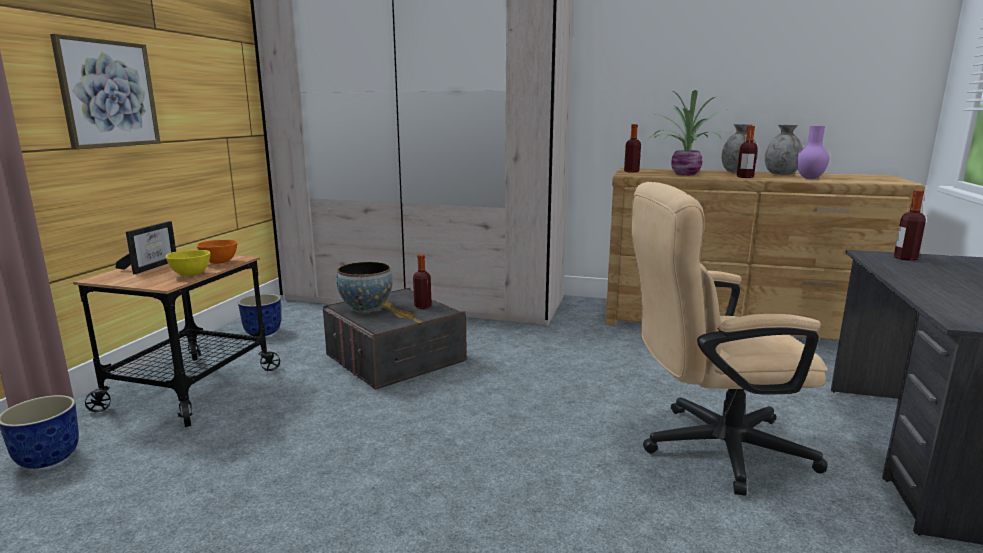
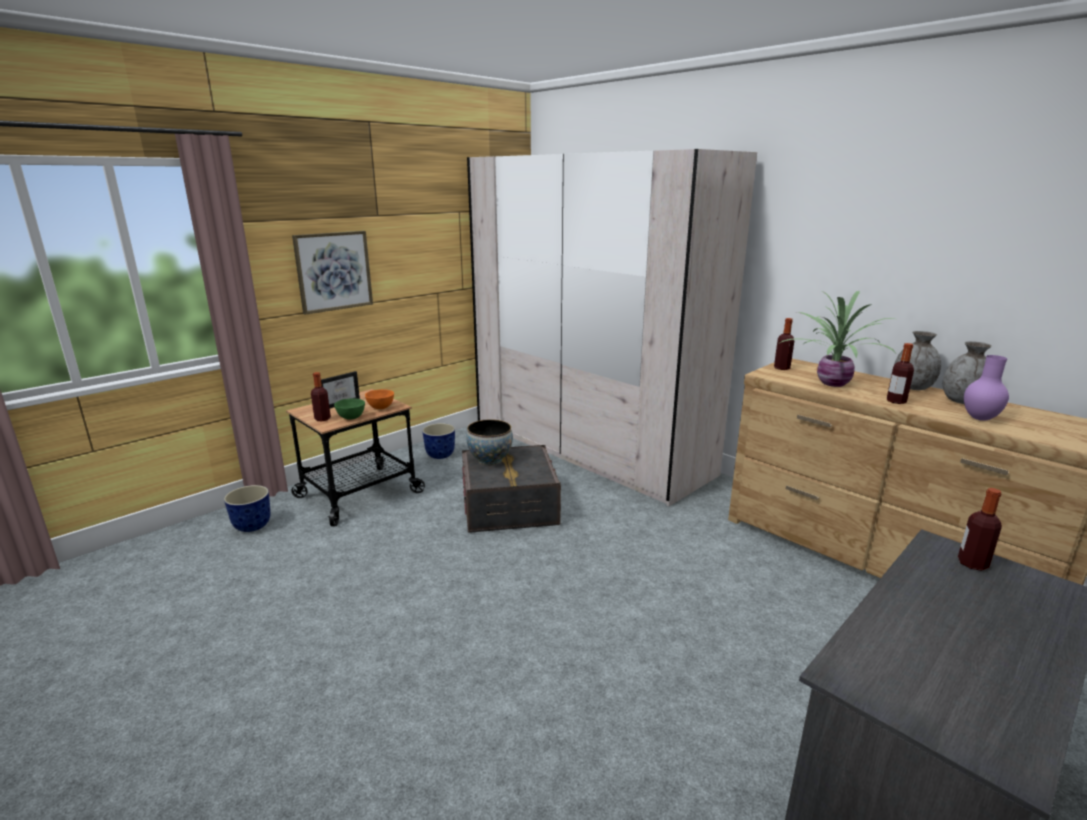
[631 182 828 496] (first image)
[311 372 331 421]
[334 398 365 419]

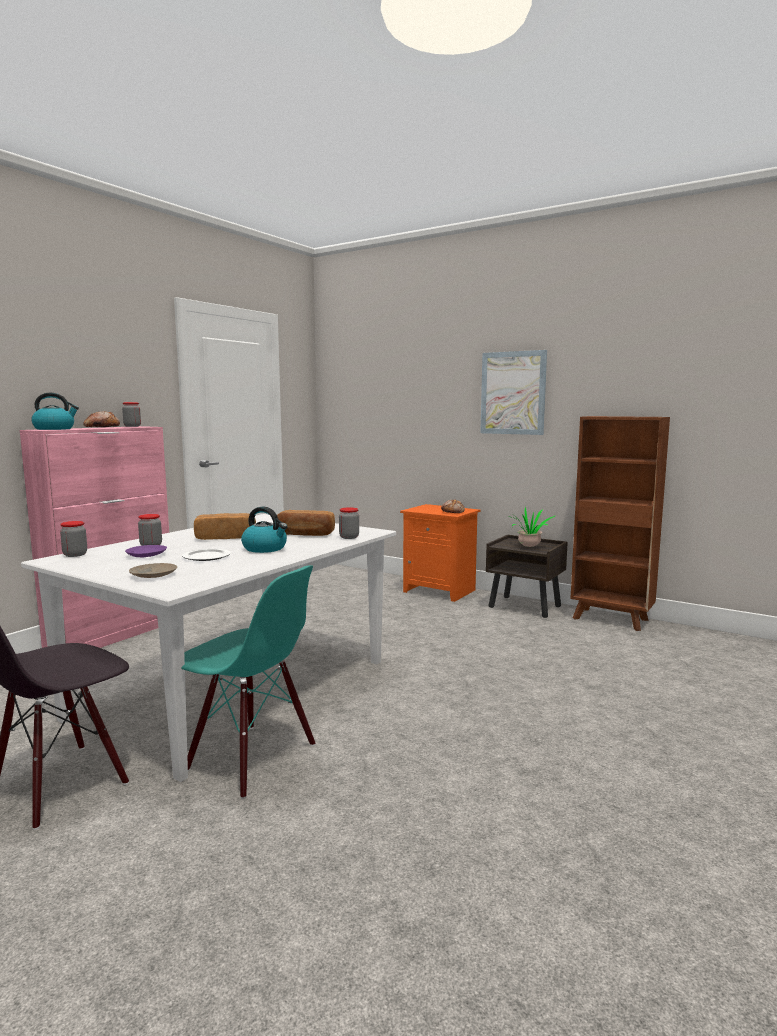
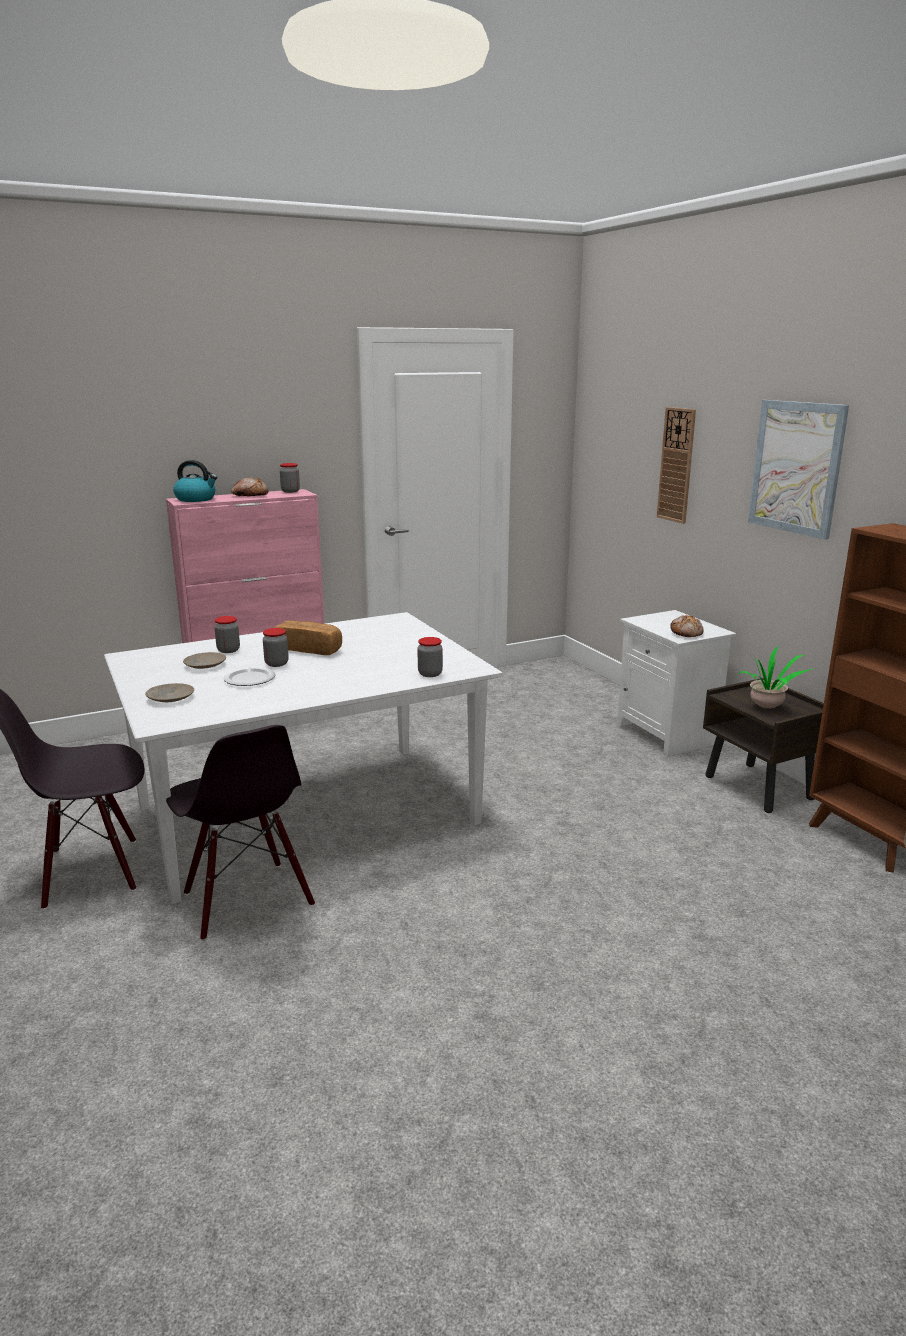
[241 507 288 553] (first image)
[277 510 335 536] (first image)
[657 407 696 524]
[263 628 289 667]
[183 652 226 669]
[166 725 315 941]
[617 610 737 756]

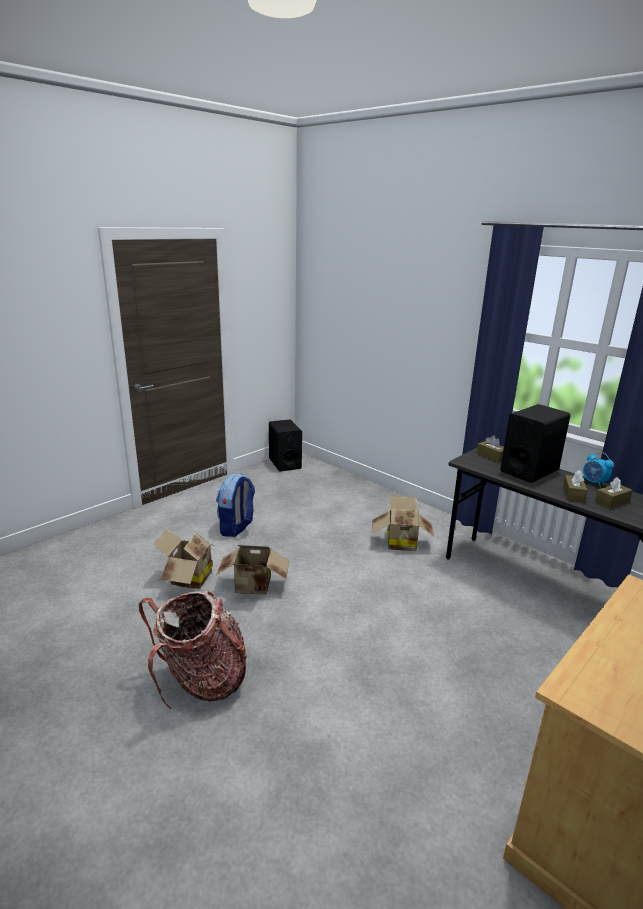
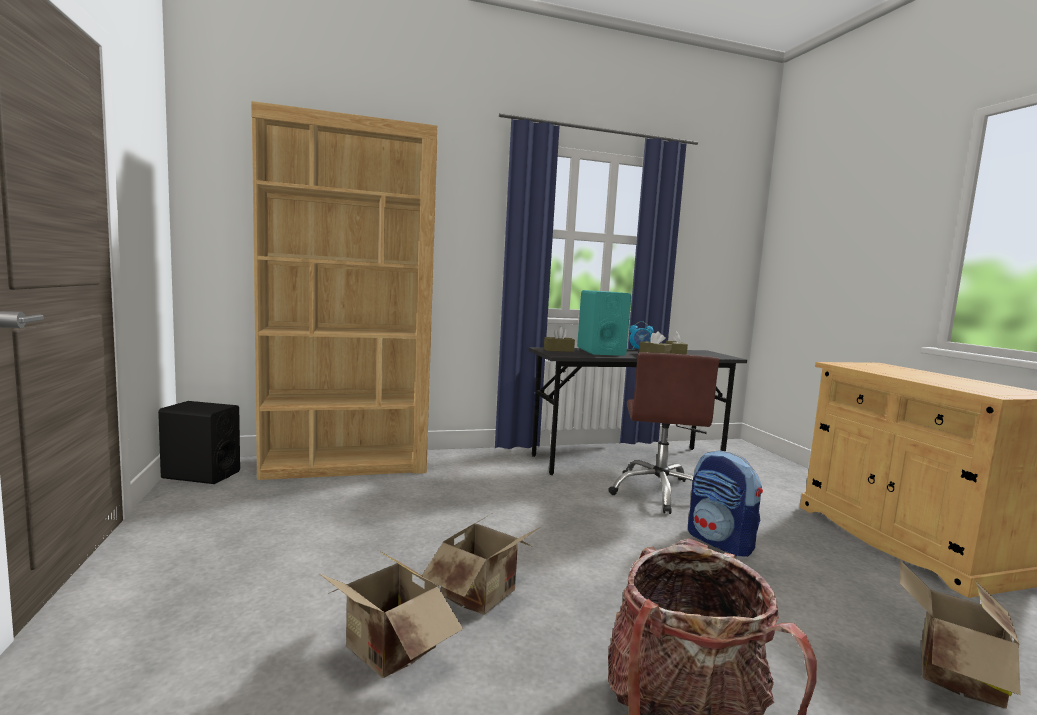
[251 101 437 480]
[608 352 719 514]
[688 450 763 557]
[900 560 1021 709]
[577 290 631 356]

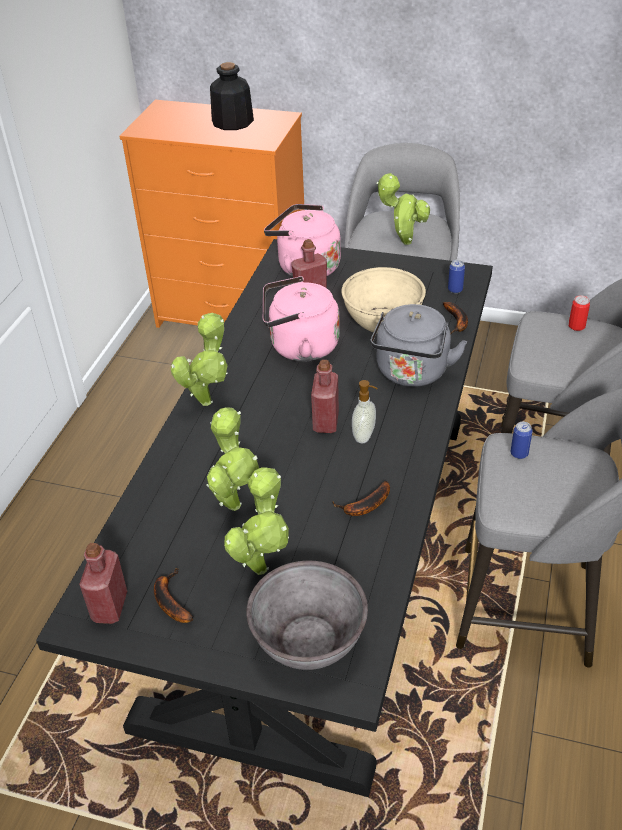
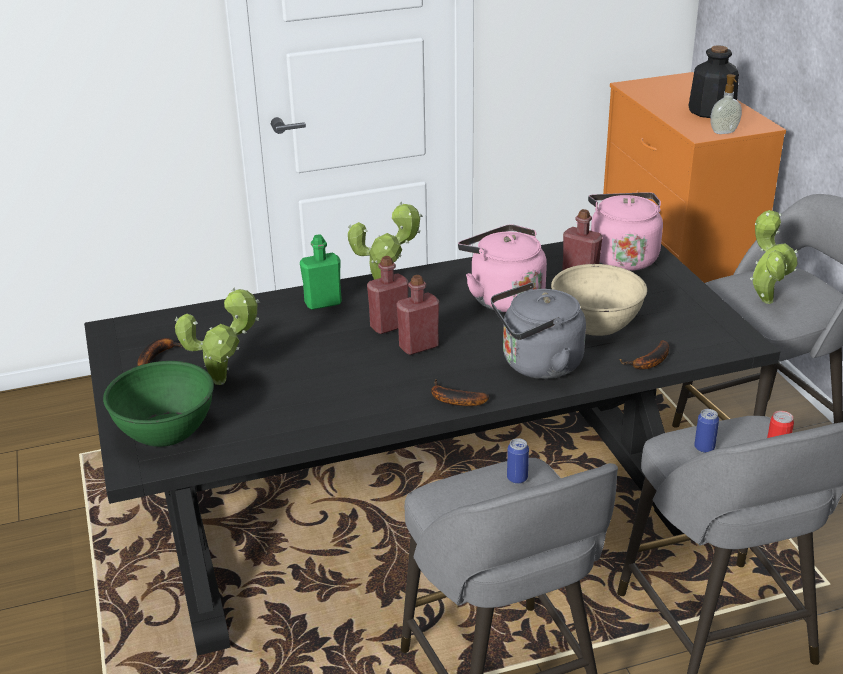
[207 408 259 511] (first image)
[300 235 342 310]
[367 256 409 334]
[431 379 489 406]
[710 74 742 134]
[694 409 719 453]
[103 361 214 447]

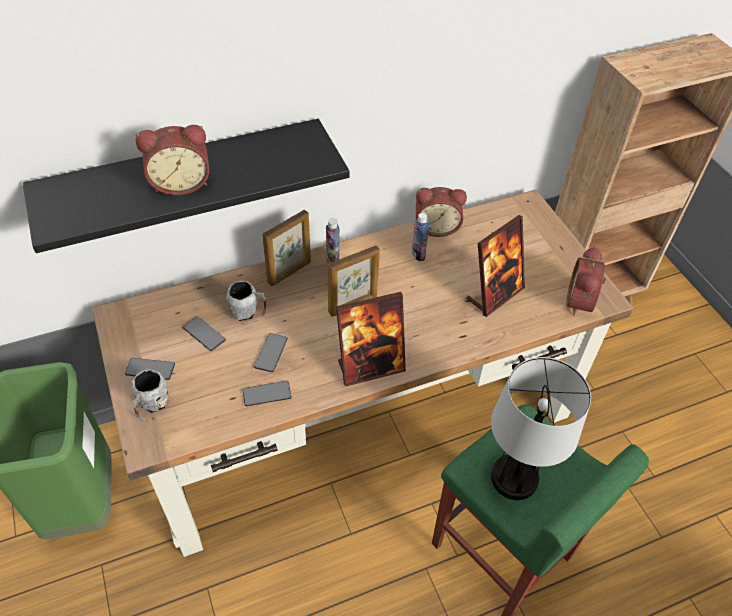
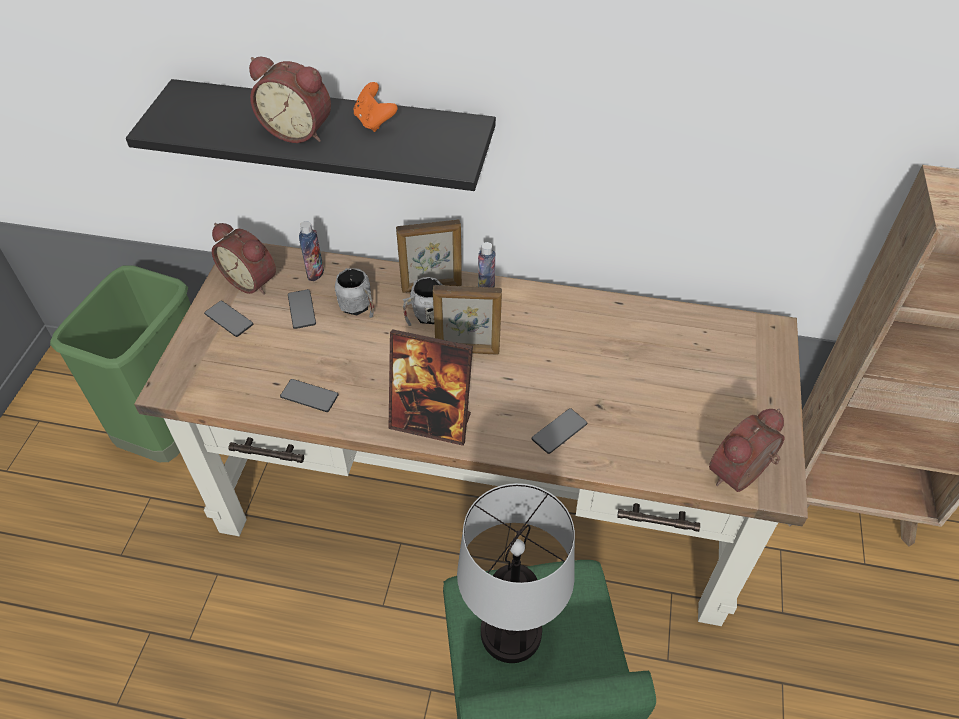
[466 215 525 317] (first image)
[354 82 398 132]
[403 277 442 326]
[532 408 587 454]
[299 221 324 281]
[212 223 276 295]

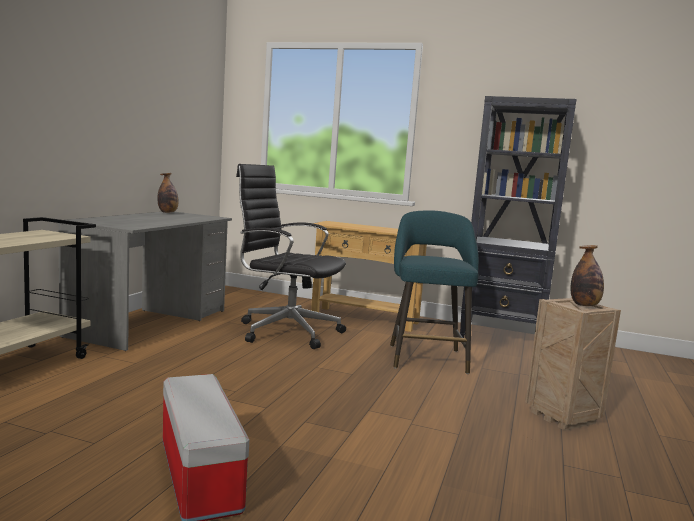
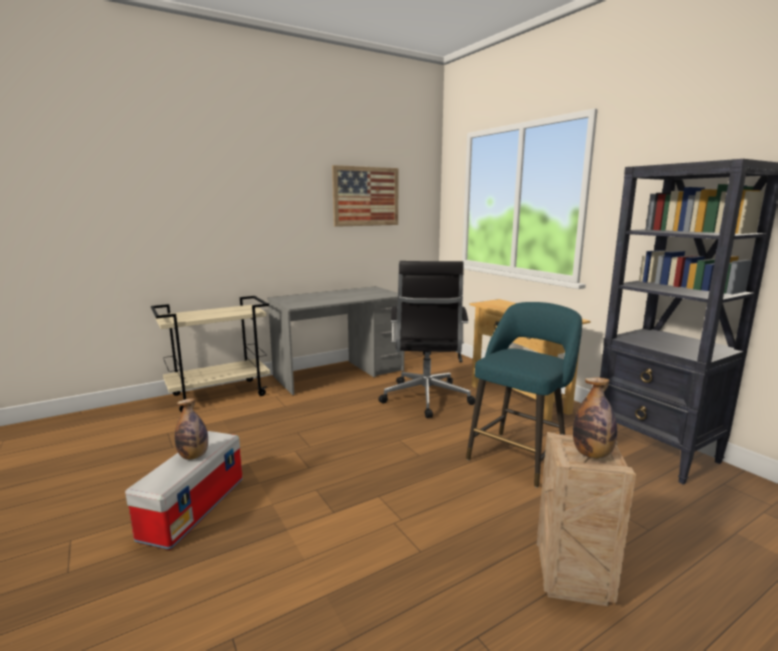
[332 165 399 227]
[175 398 208 460]
[378 261 475 418]

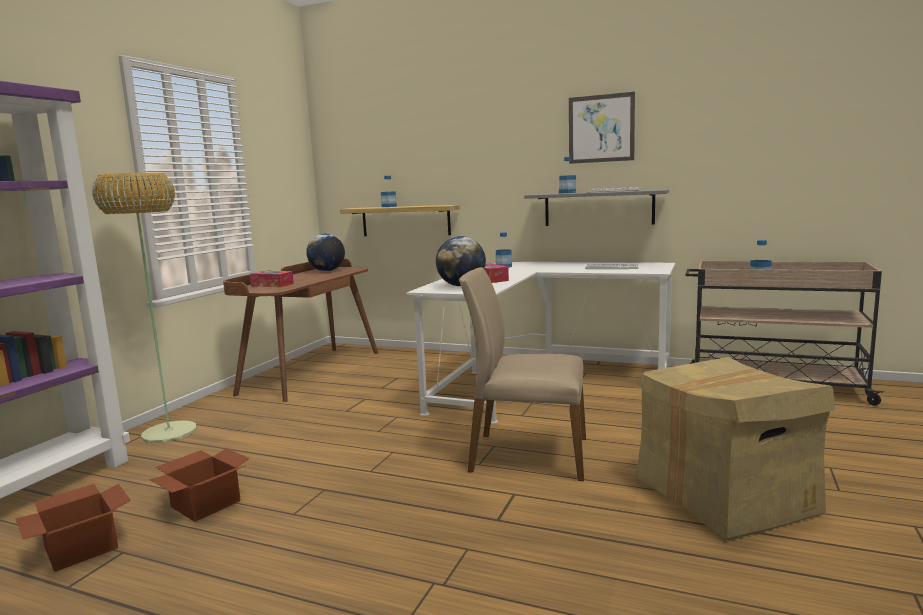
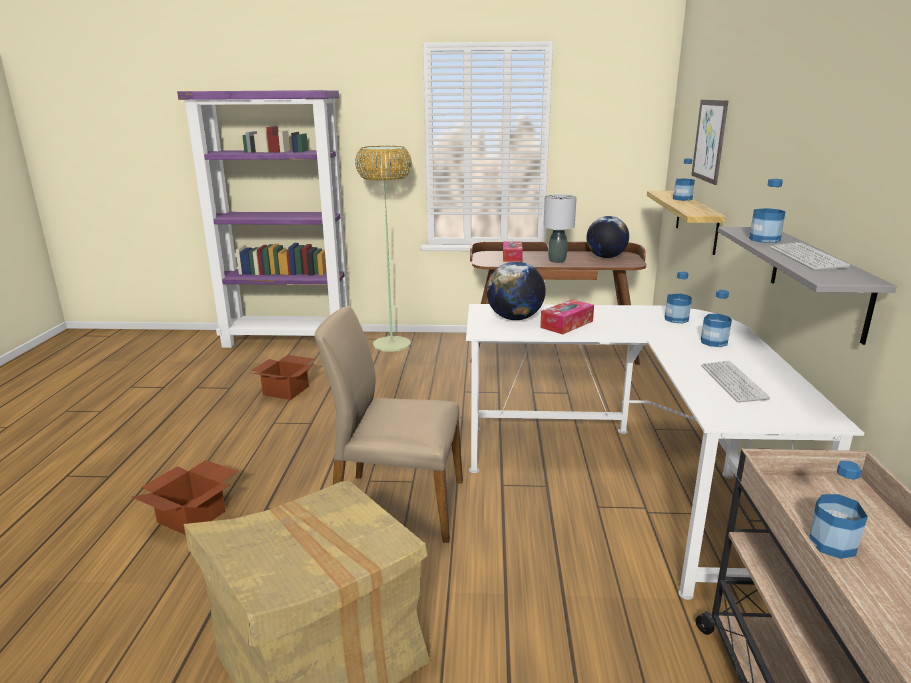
[543 195 577 263]
[701 290 732 347]
[132 460 237 535]
[691 100 728 185]
[315 306 463 543]

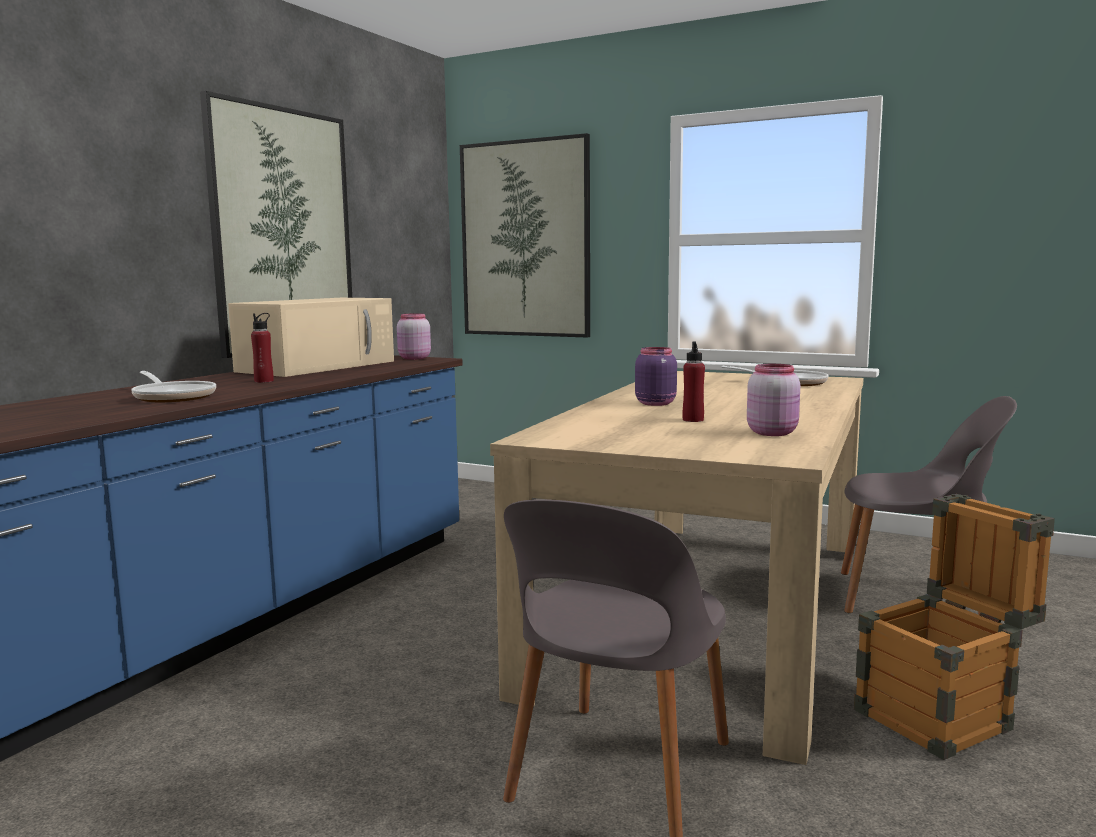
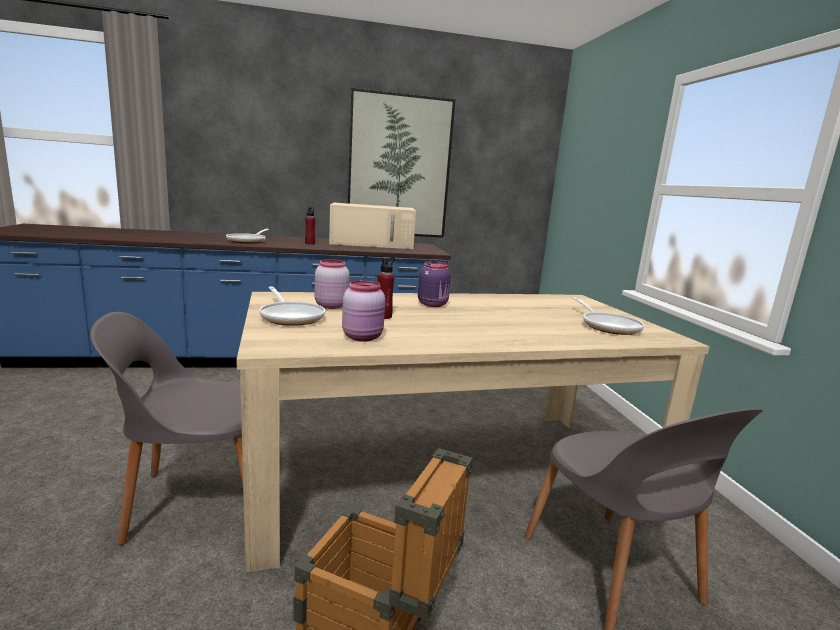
[460 133 590 338] (first image)
[259 286 326 326]
[314 259 350 309]

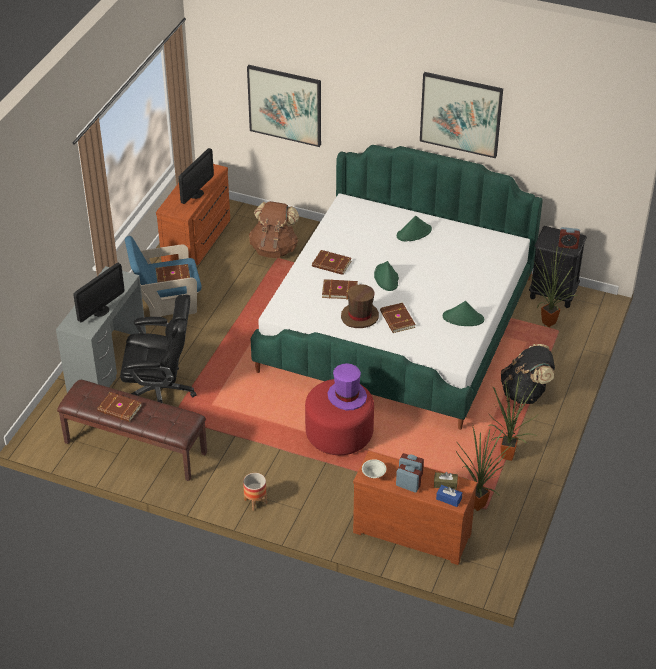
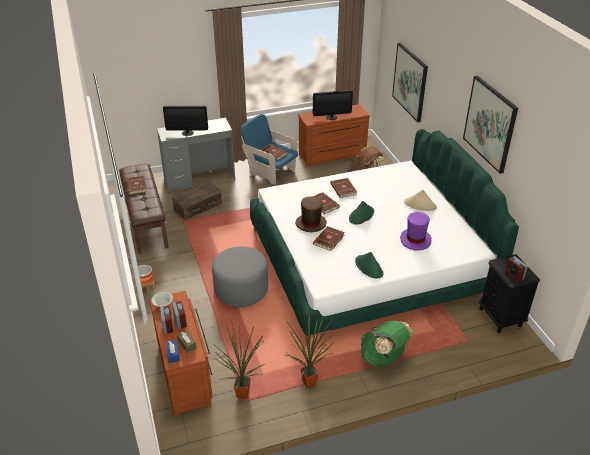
[528 246 578 327] (first image)
[400 212 432 251]
[172 182 222 220]
[212 246 268 307]
[404 190 437 211]
[361 321 415 367]

